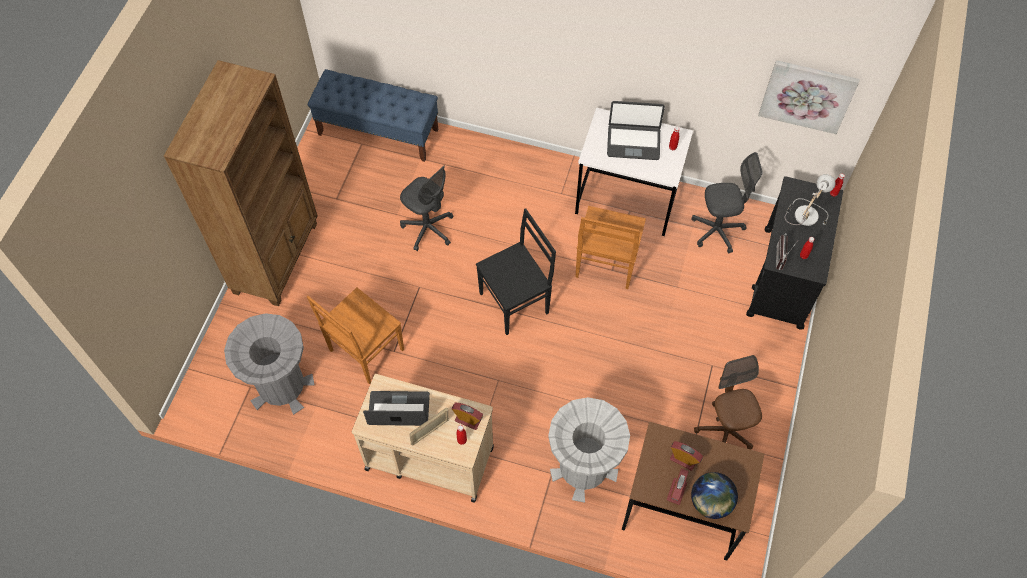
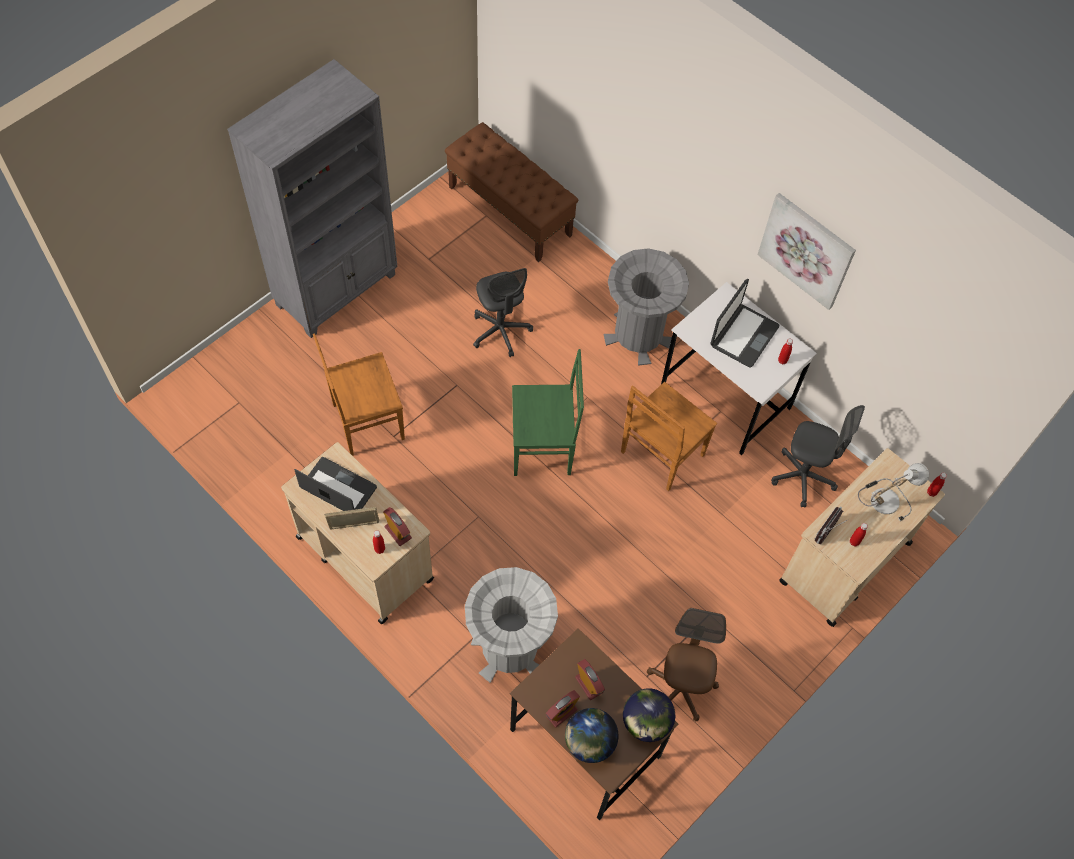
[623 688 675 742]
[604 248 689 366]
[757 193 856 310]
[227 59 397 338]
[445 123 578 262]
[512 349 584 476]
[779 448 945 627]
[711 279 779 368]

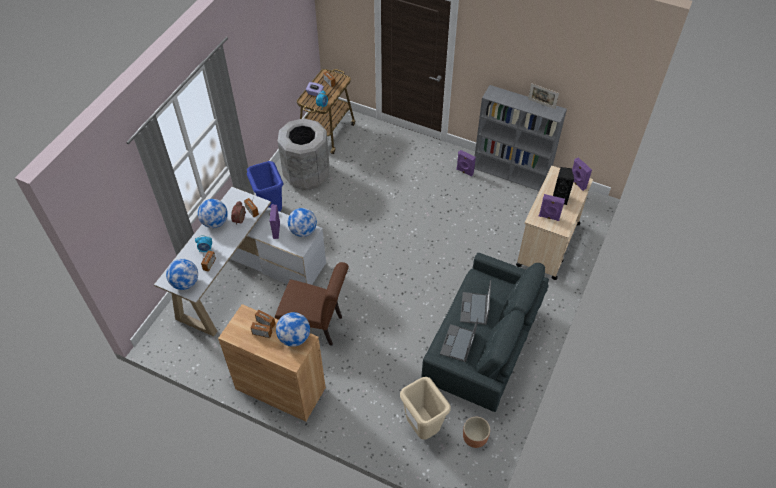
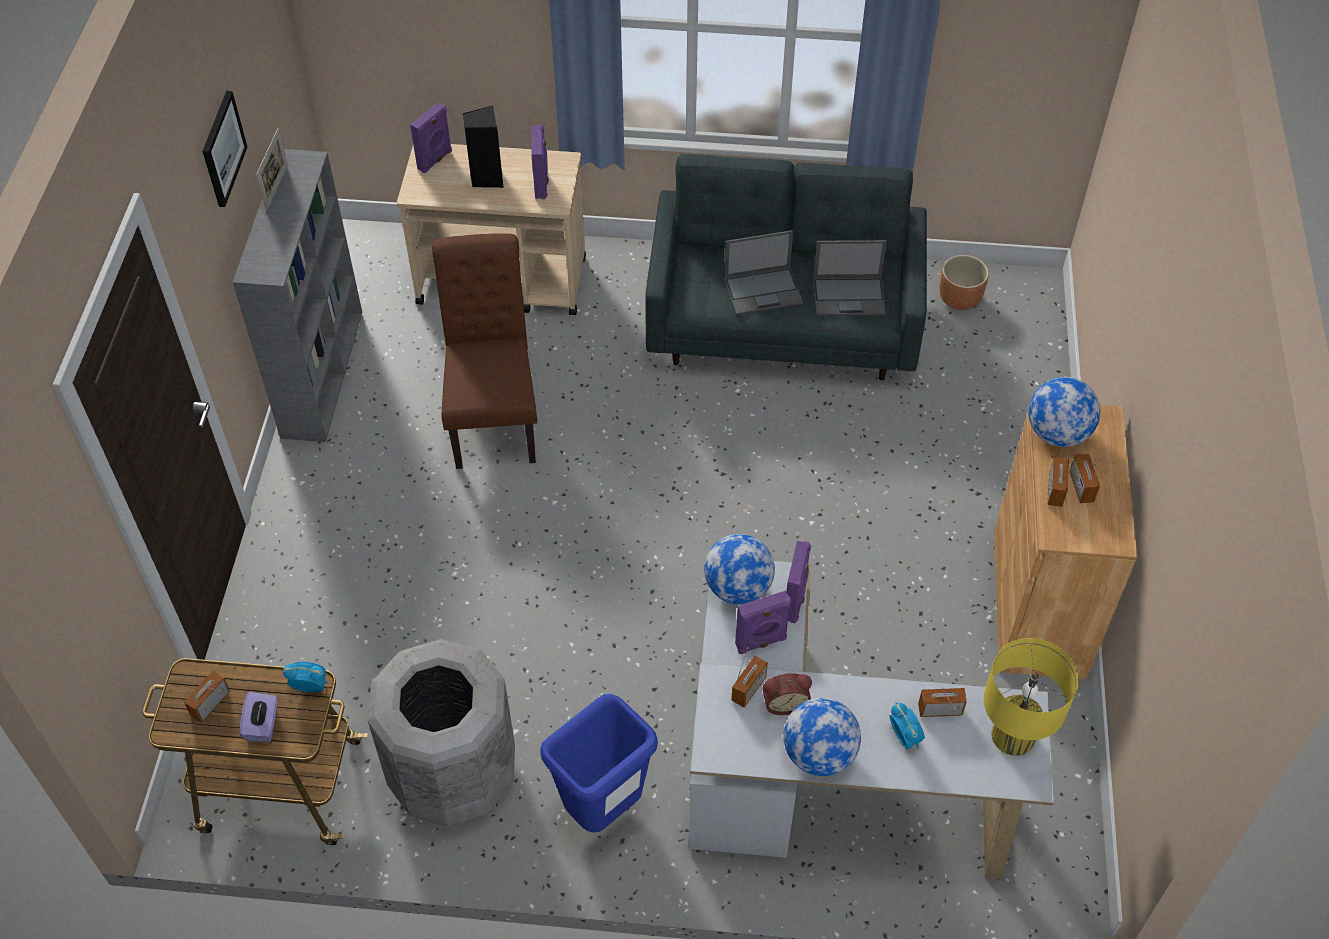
[400 377 451 440] (first image)
[202 91 247 207]
[432 233 537 469]
[786 541 811 623]
[983 638 1079 756]

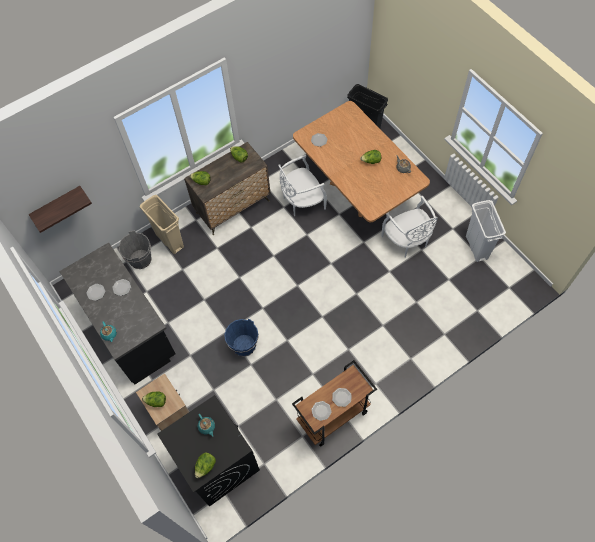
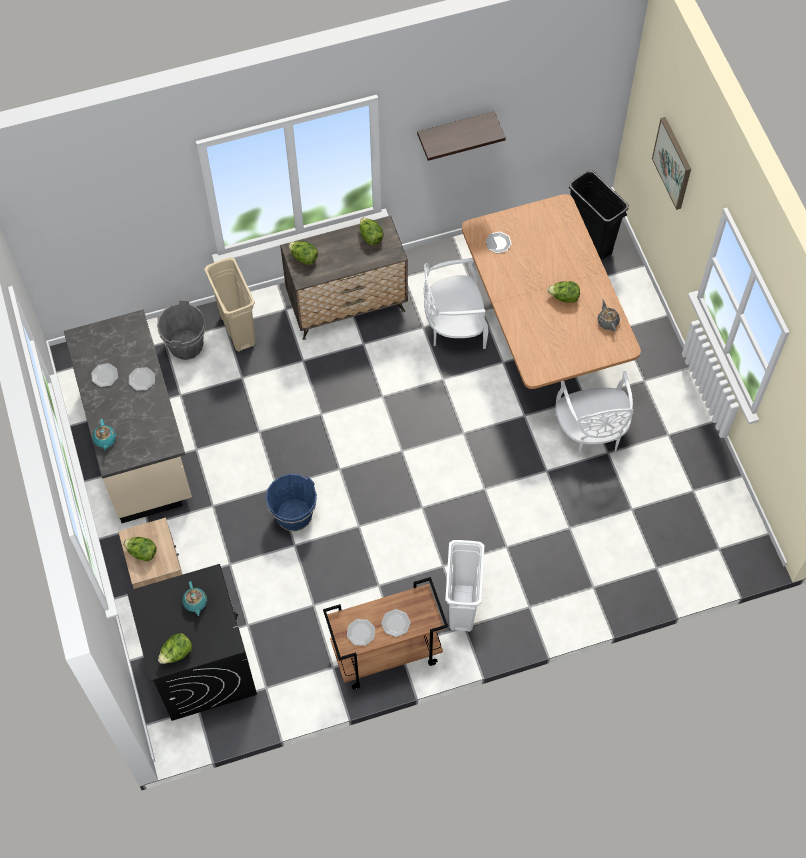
[652 117 691 210]
[417 112 506 161]
[445 540 484 632]
[64 309 192 523]

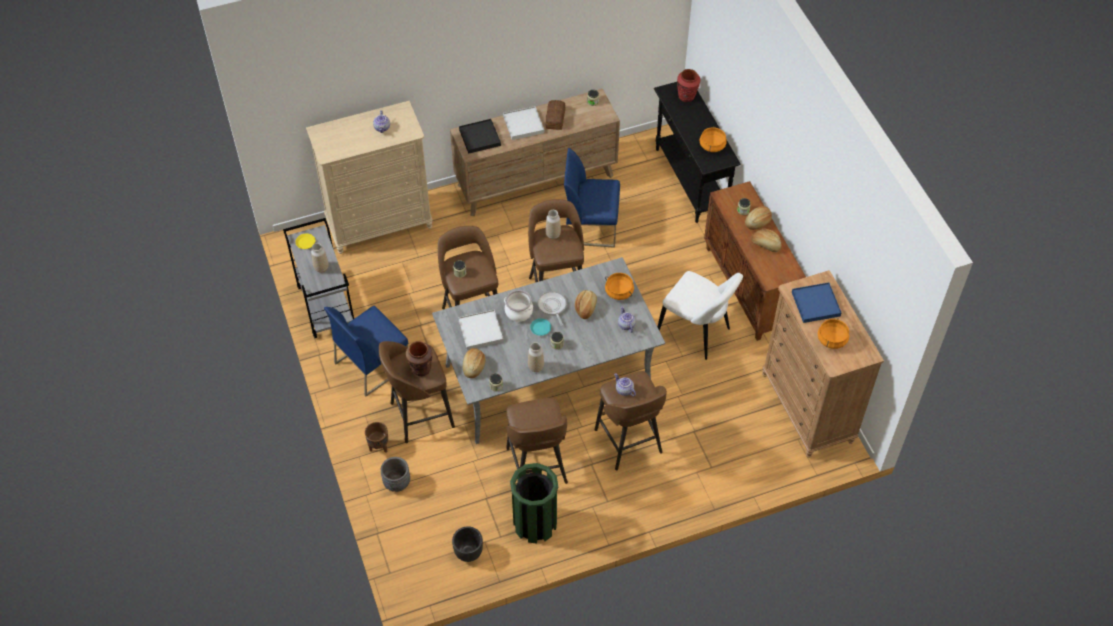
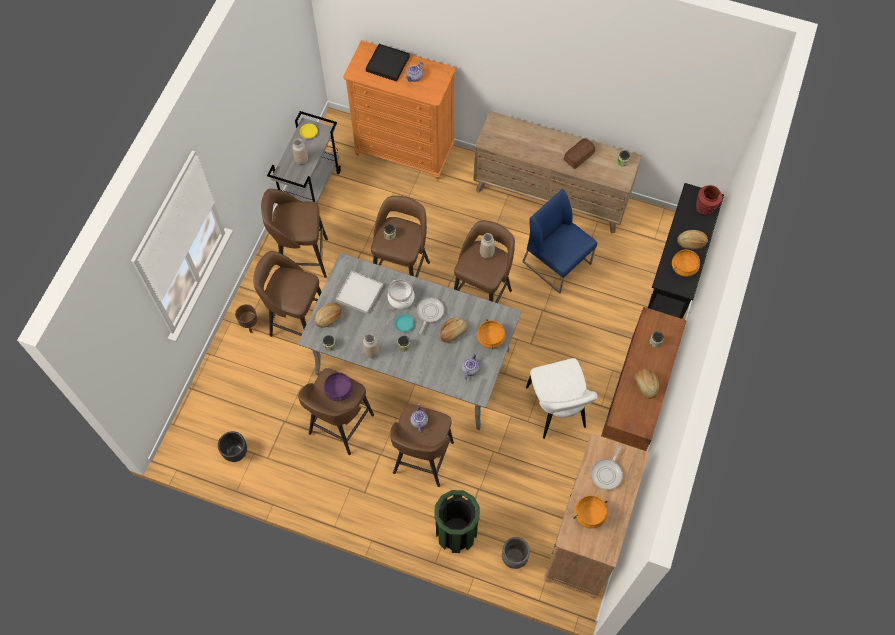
[406 341 432 376] (first image)
[503 106 544 140] (first image)
[324 372 353 402]
[502 537 530 569]
[366 44 410 82]
[434 490 480 553]
[677 230 708 249]
[261 189 328 278]
[591 446 623 490]
[343 40 456 181]

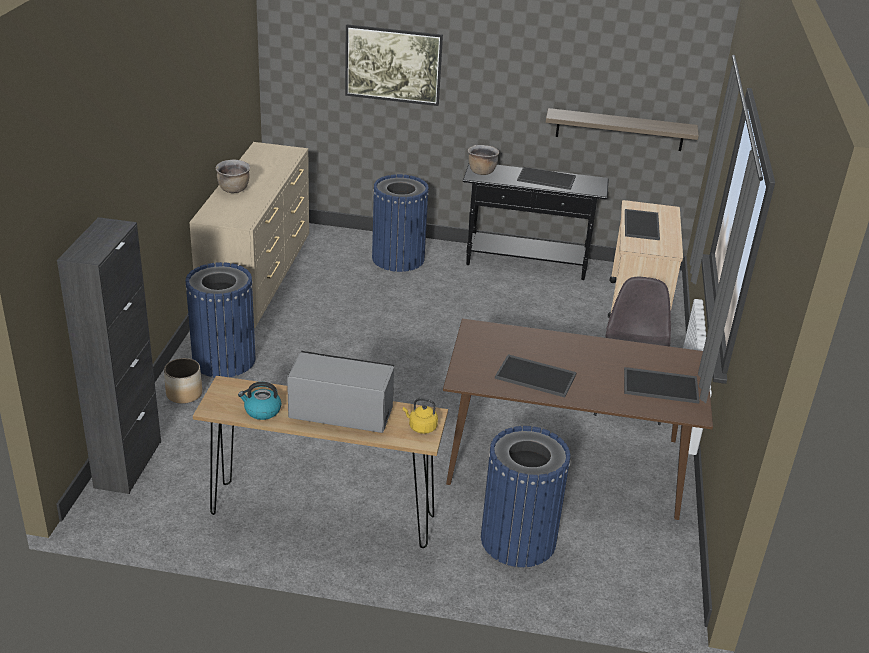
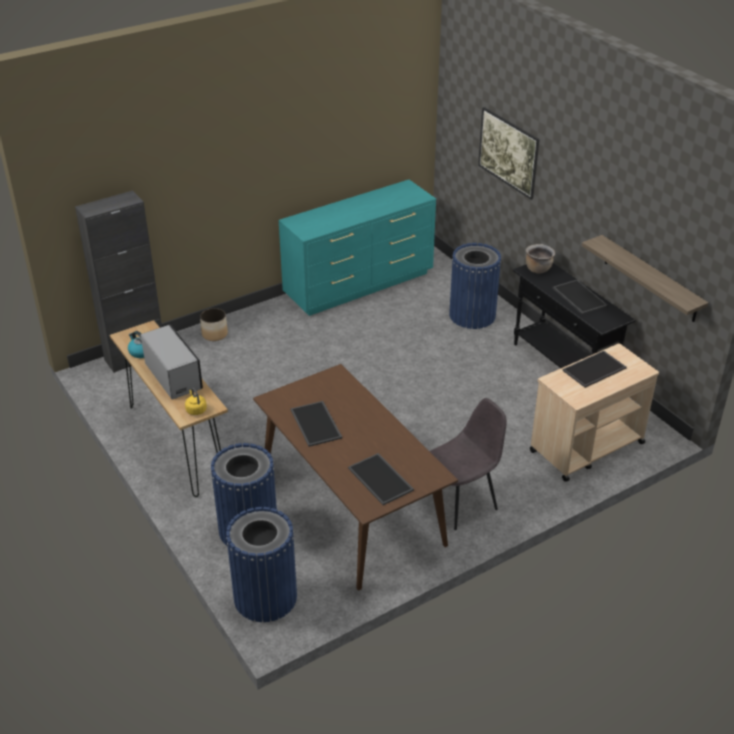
[216 159 250 193] (first image)
[226 507 297 622]
[279 180 436 316]

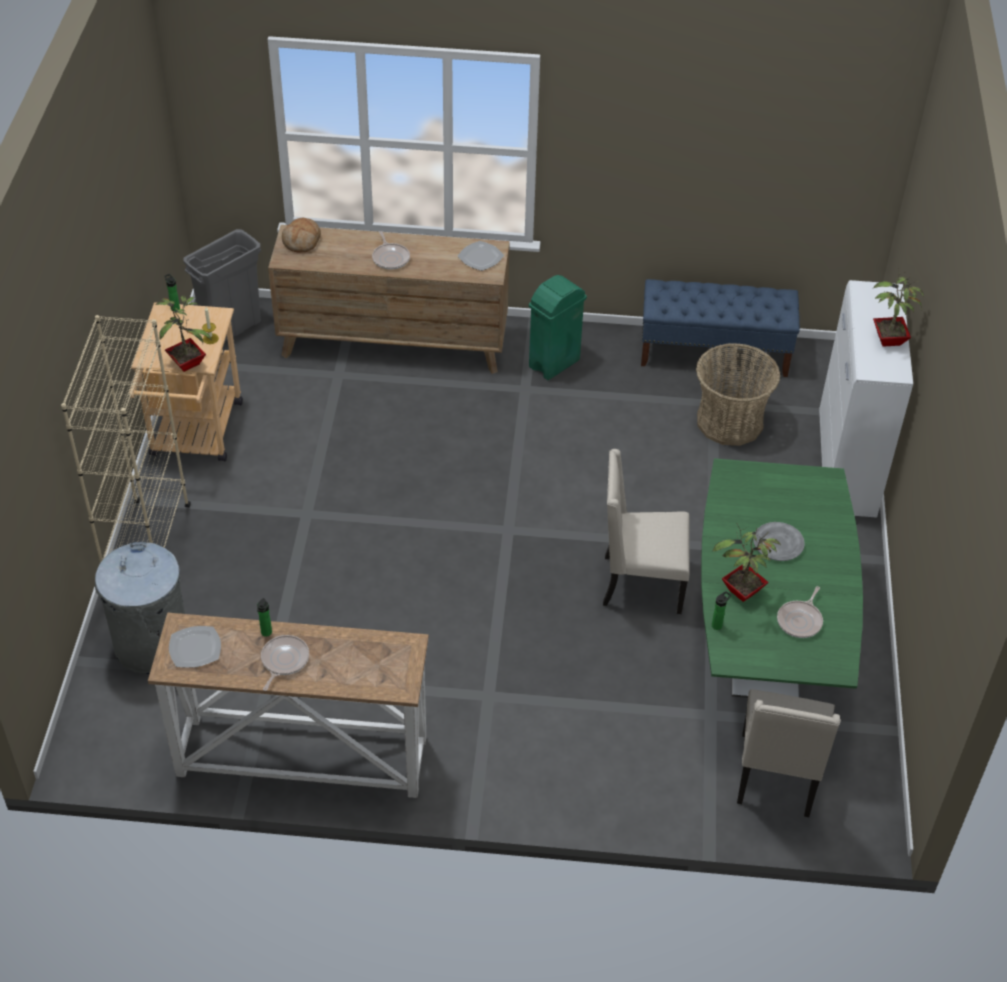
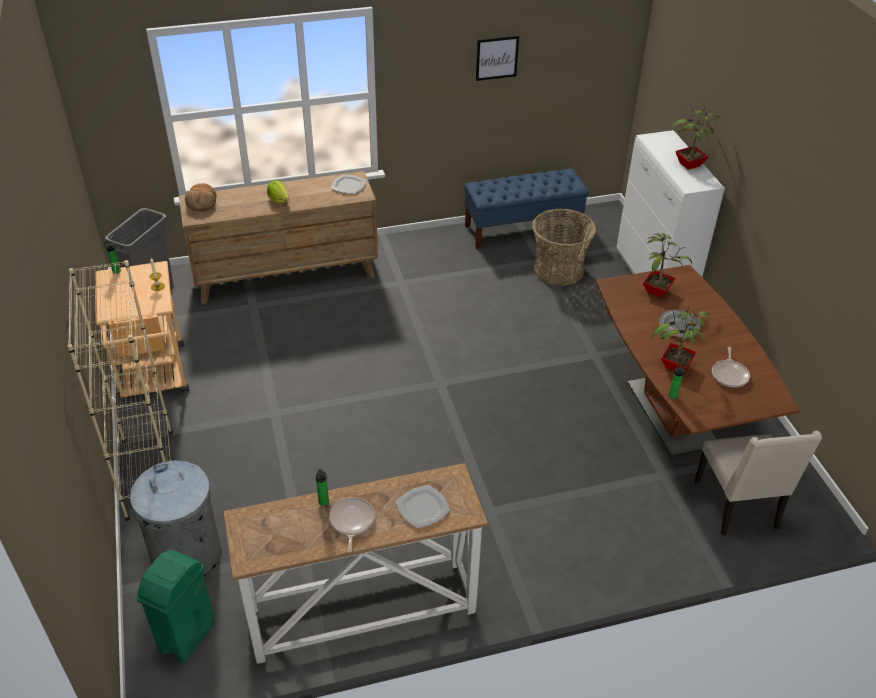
[603 449 689 614] (first image)
[476 36 519 81]
[643 233 692 297]
[396 485 450 528]
[136 550 215 664]
[267 180 289 203]
[596 265 800 457]

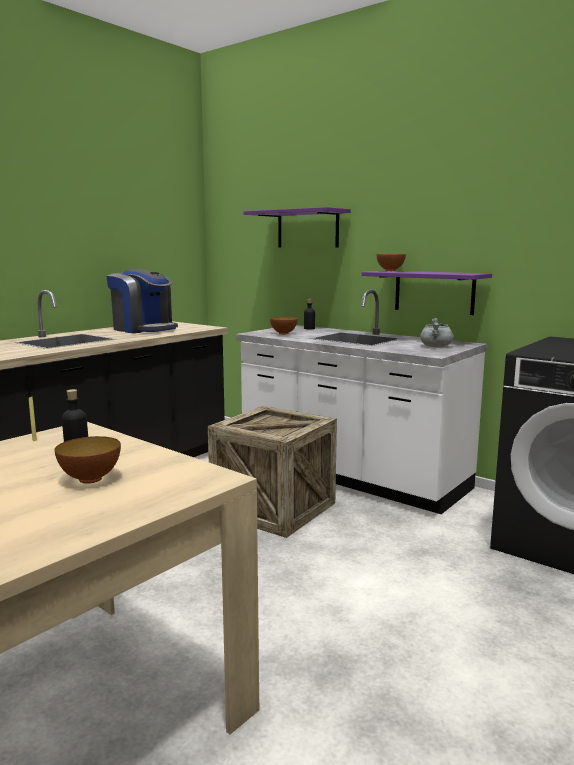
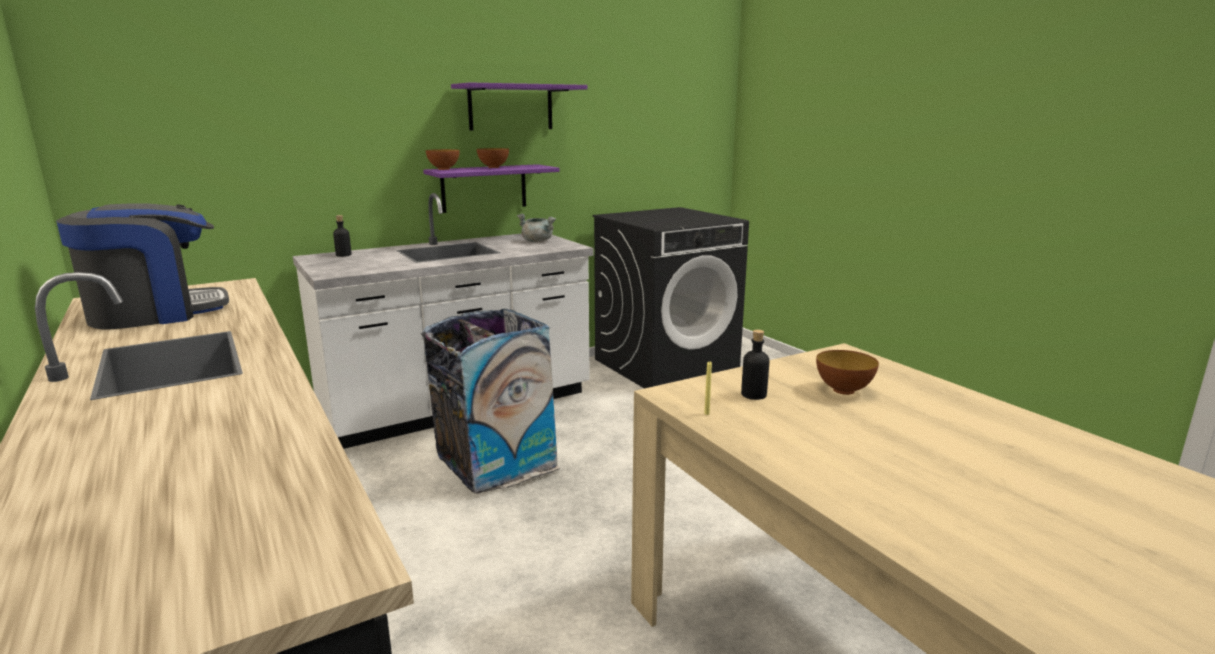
[451 82 588 130]
[477 148 509 168]
[421 309 560 494]

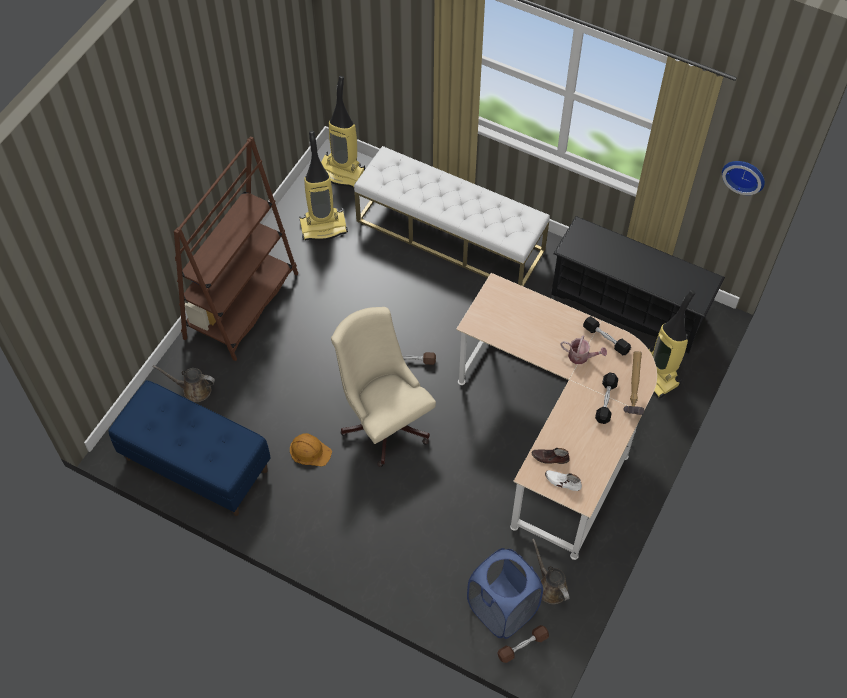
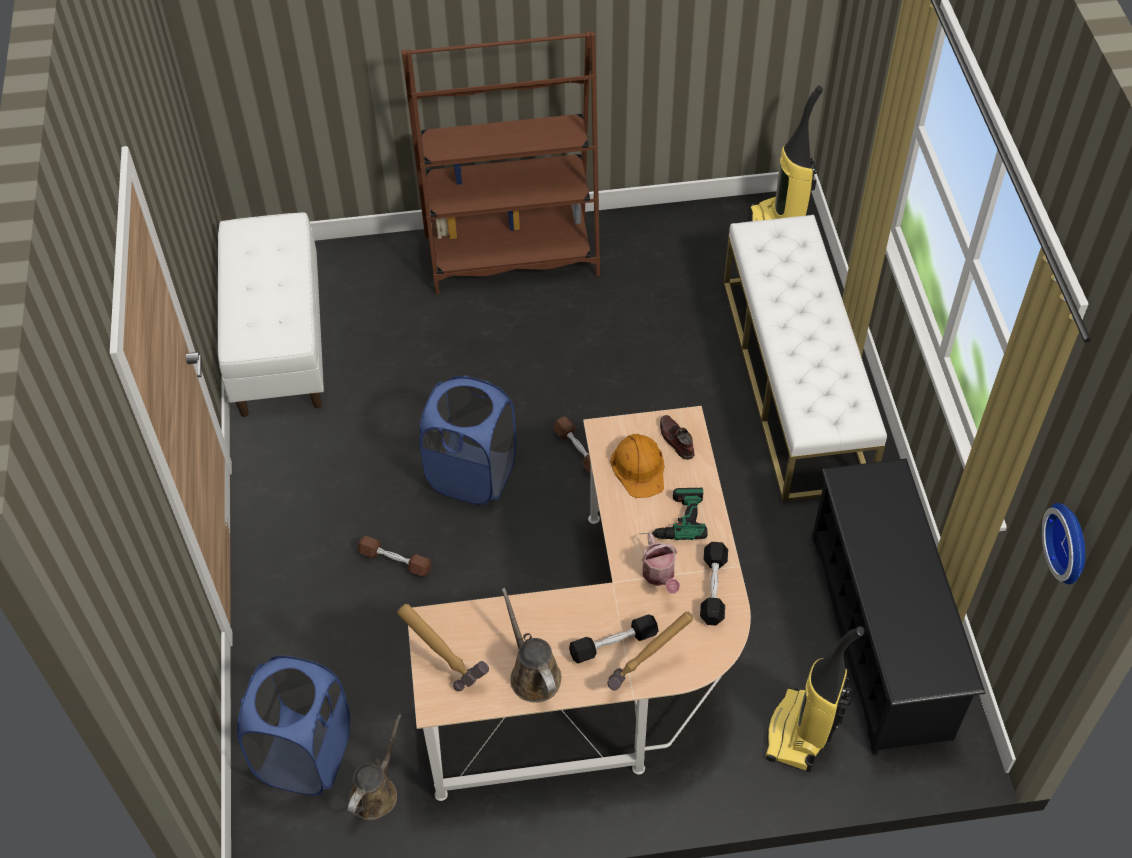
[299 131 348 240] (first image)
[639 488 708 540]
[502 588 561 703]
[610 434 664 498]
[358 536 431 577]
[660 415 694 460]
[419 376 516 505]
[397 604 489 691]
[218 212 324 417]

